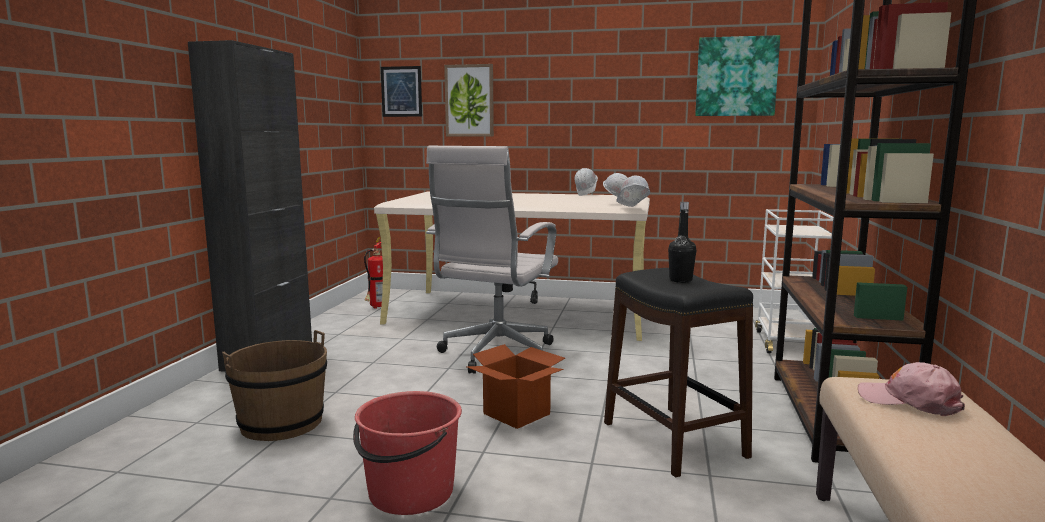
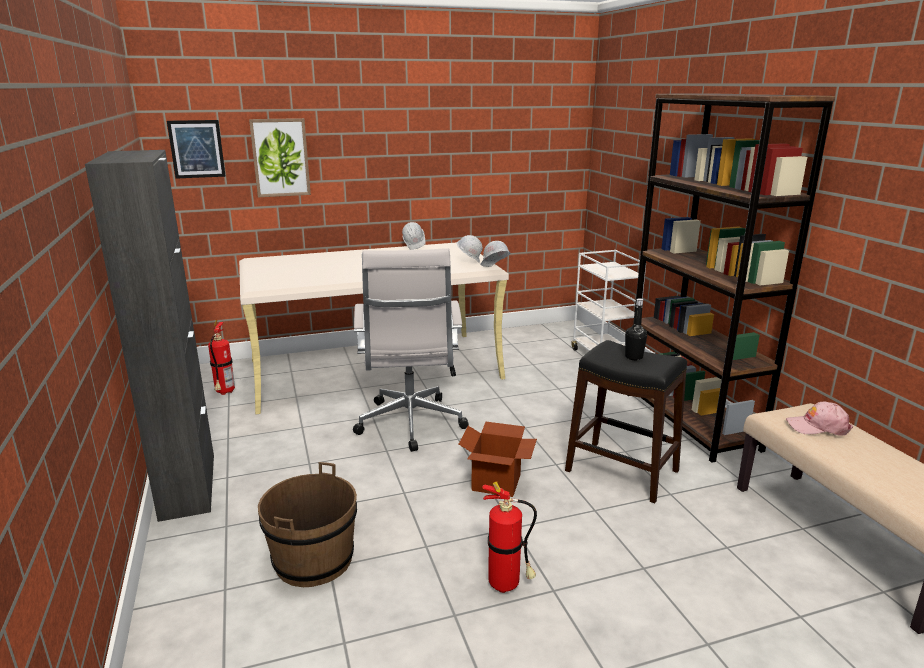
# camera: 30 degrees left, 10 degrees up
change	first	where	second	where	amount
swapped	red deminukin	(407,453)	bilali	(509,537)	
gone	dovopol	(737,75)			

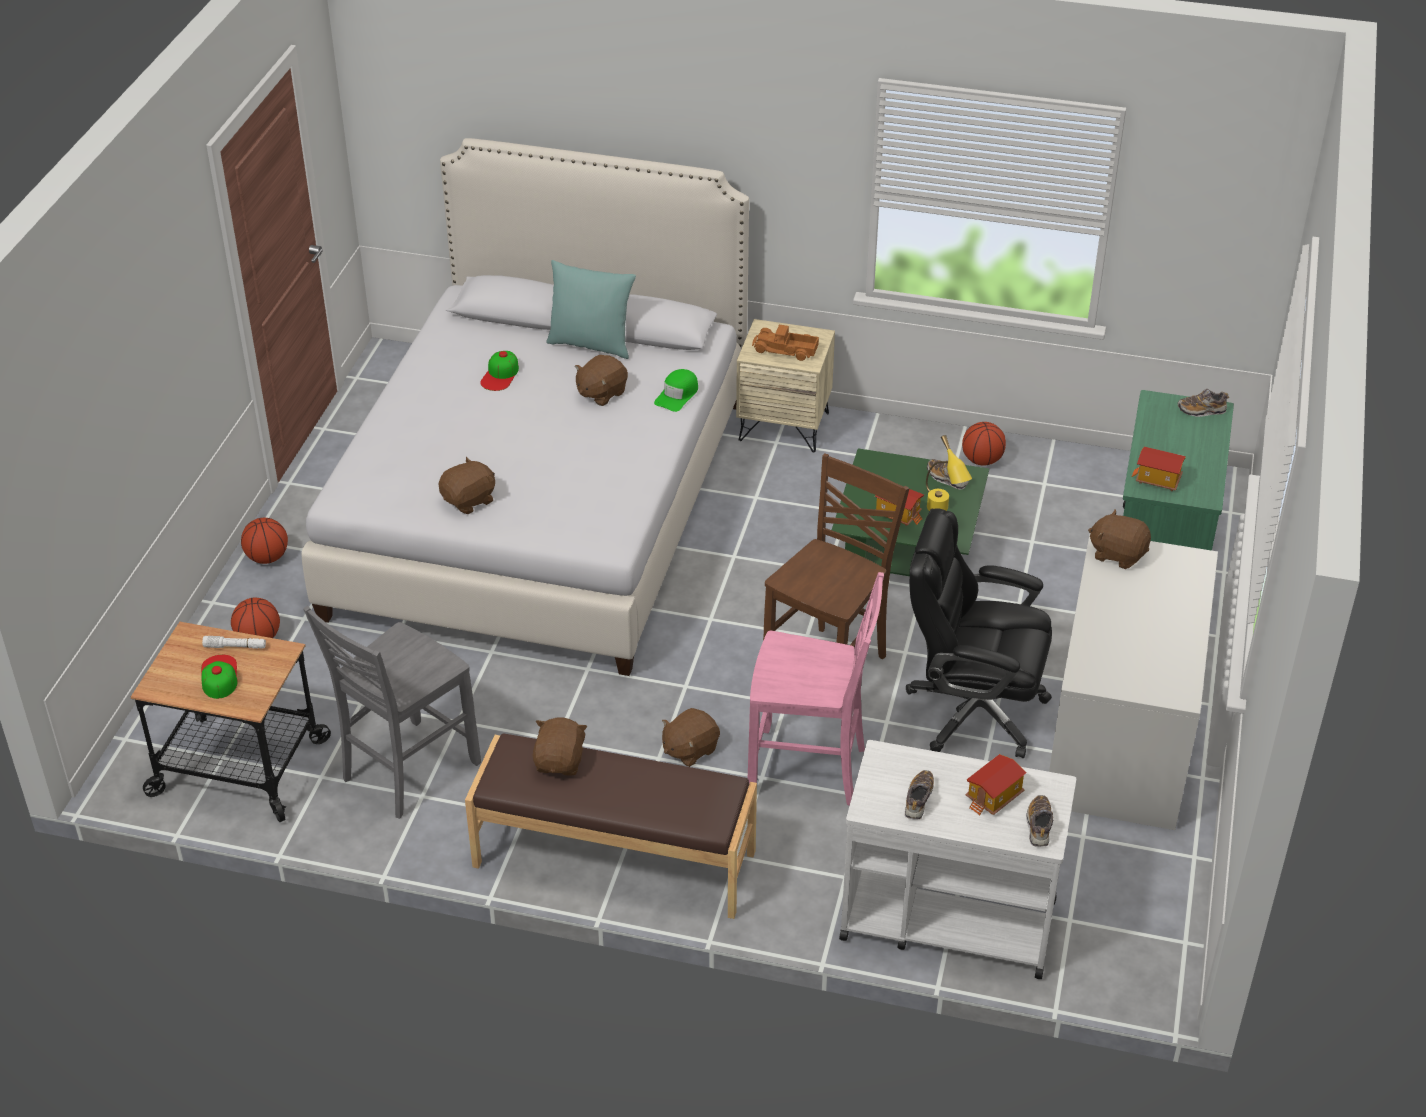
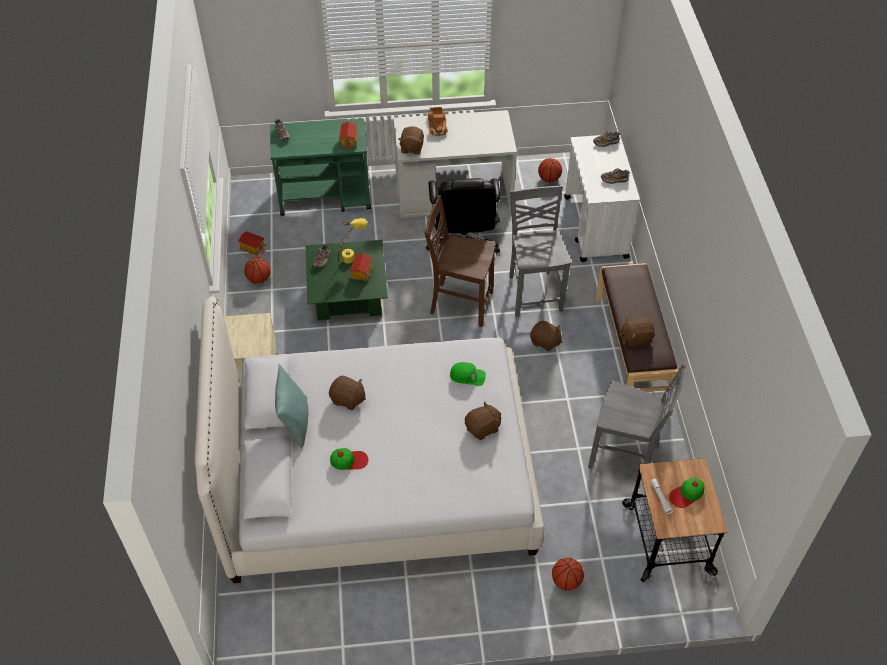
# camera: 110 degrees left, 10 degrees up
change	first	where	second	where	amount
shifted	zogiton	(264,541)		(550,170)	
rotated	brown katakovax	(467,485)		(483,420)	120 degrees clockwise
shifted	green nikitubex	(676,390)		(468,374)	
repainted	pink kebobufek	(816,689)	grey kebobufek	(540,251)	
shifted	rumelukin	(785,343)		(438,121)	
shifted	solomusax	(996,785)		(252,243)	

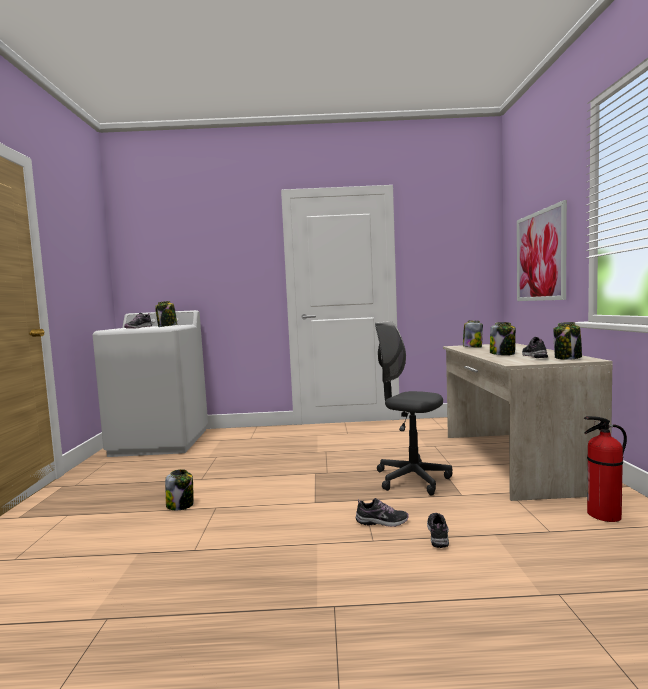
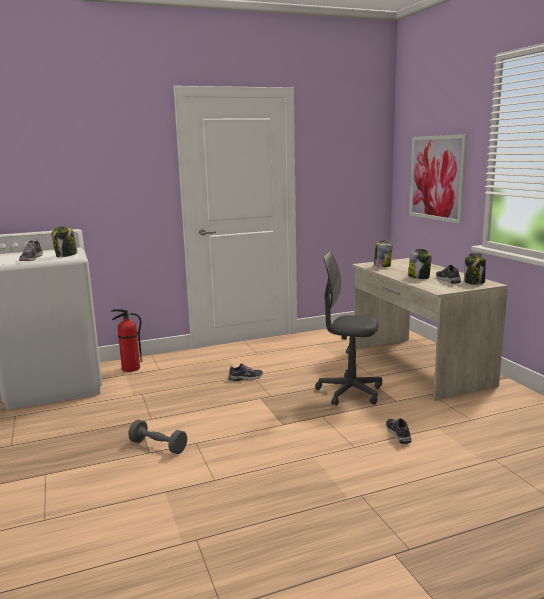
# camera: 20 degrees left, 10 degrees up
change	first	where	second	where	amount
swapped	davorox	(179,489)	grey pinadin	(157,437)	
shifted	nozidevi	(382,512)		(246,372)	
shifted	bilali	(605,469)		(126,340)	

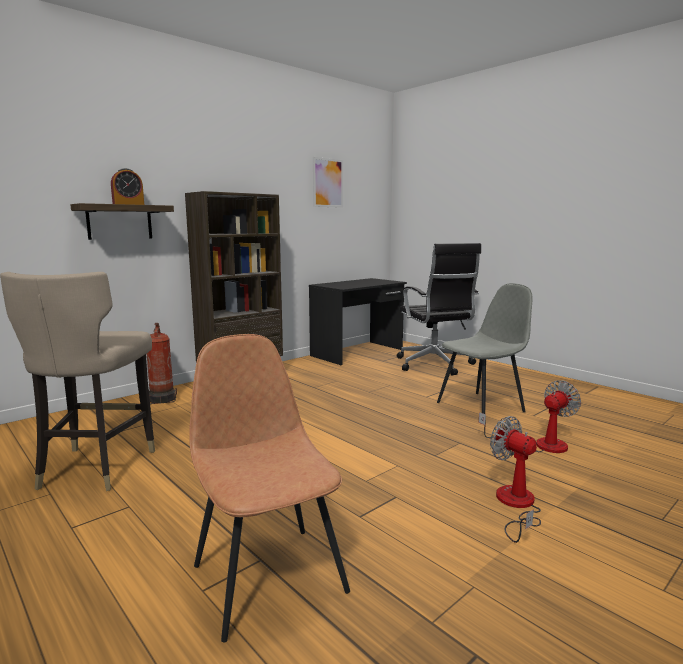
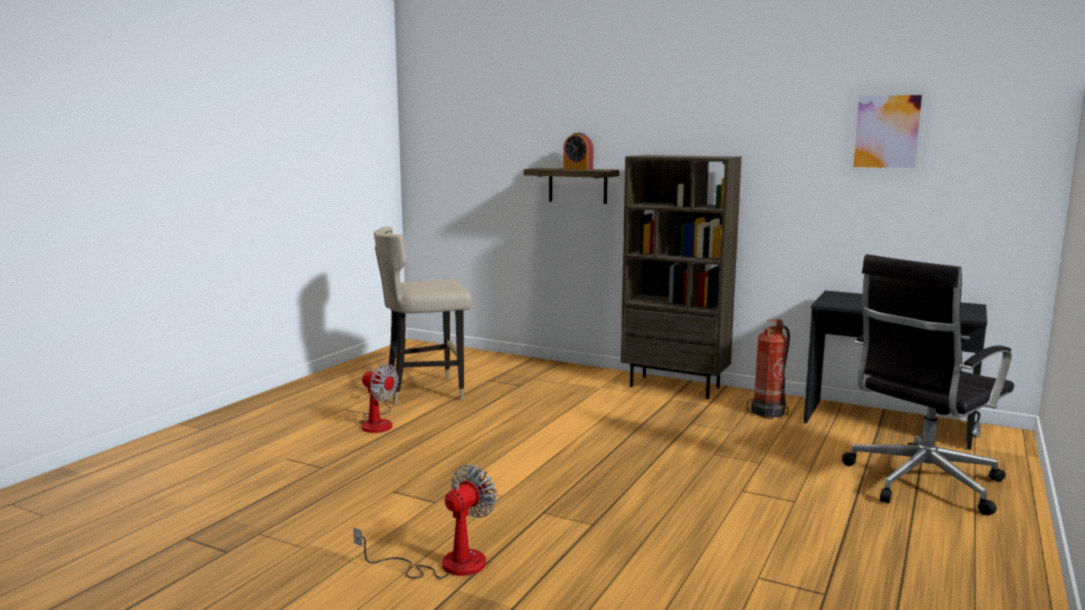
# camera: 70 degrees right, 0 degrees up
change	first	where	second	where	amount
shifted	bilali	(162,363)		(768,369)	
gone	brown kebobufek	(269,488)			
gone	grey kebobufek	(484,348)			
shifted	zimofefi	(530,416)		(379,398)	

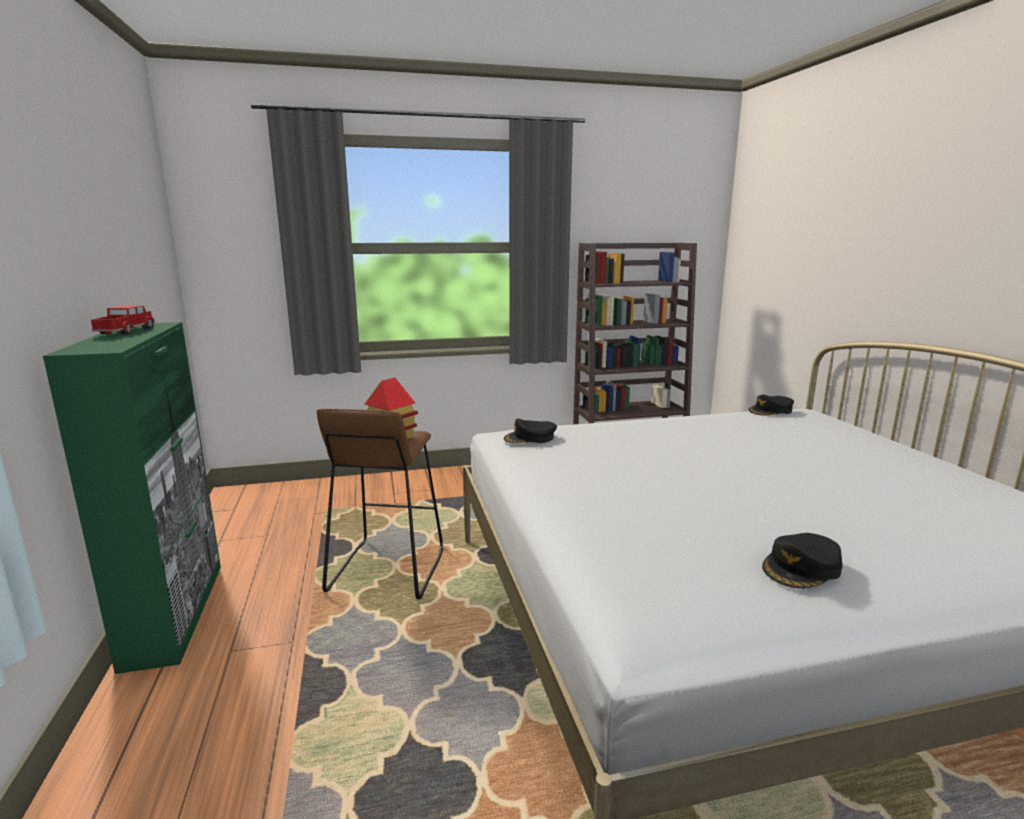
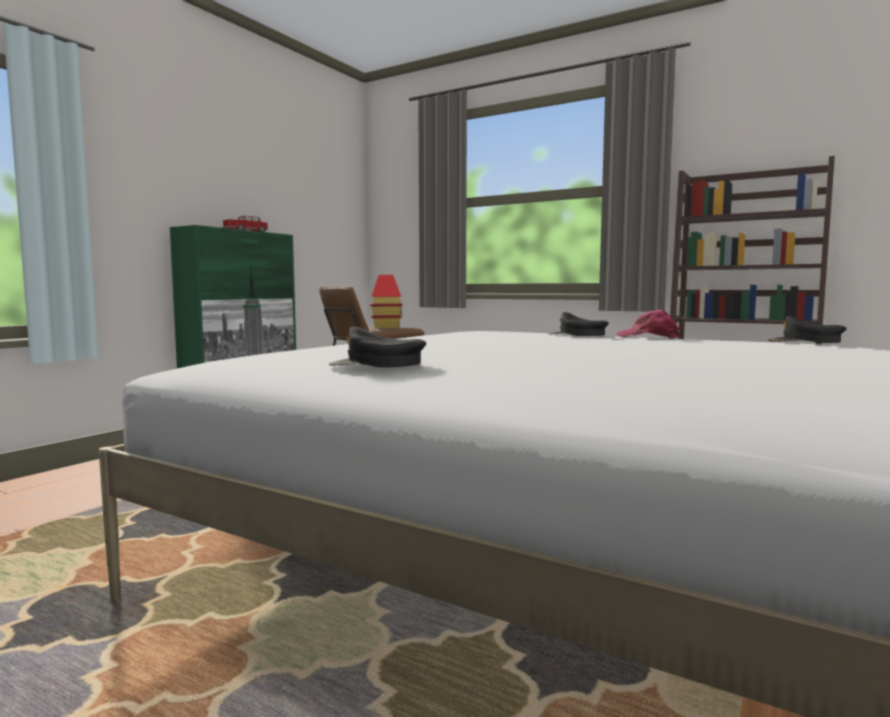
# camera: 45 degrees right, 10 degrees down
change	first	where	second	where	amount
shifted	black nikitubex	(530,431)		(579,324)	
new			pink nikitubex	(648,323)	

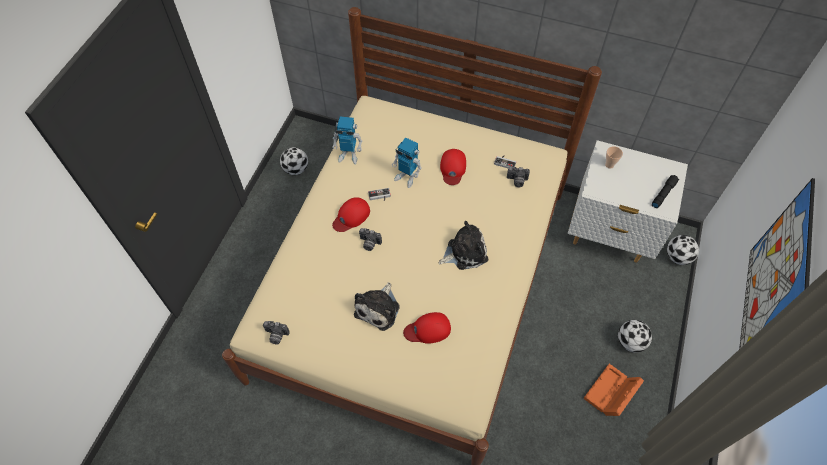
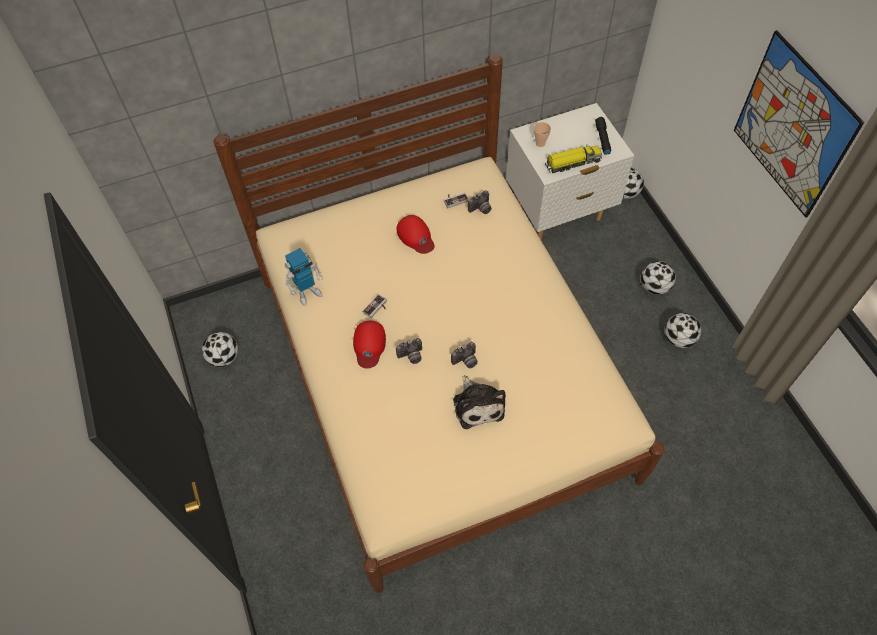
# camera: 40 degrees left, 0 degrees up
change	first	where	second	where	amount
shifted	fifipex	(276,332)		(464,355)	
gone	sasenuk	(407,163)			
gone	red nikitubex	(427,328)			
gone	katakovax	(463,245)			
swapped	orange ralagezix	(613,390)	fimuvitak	(683,330)	
new			rumelukin	(573,158)	

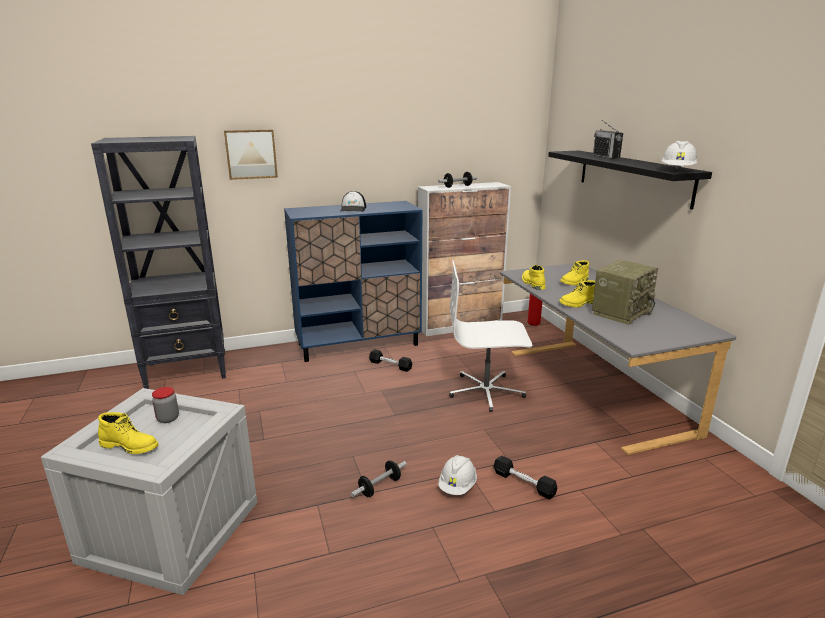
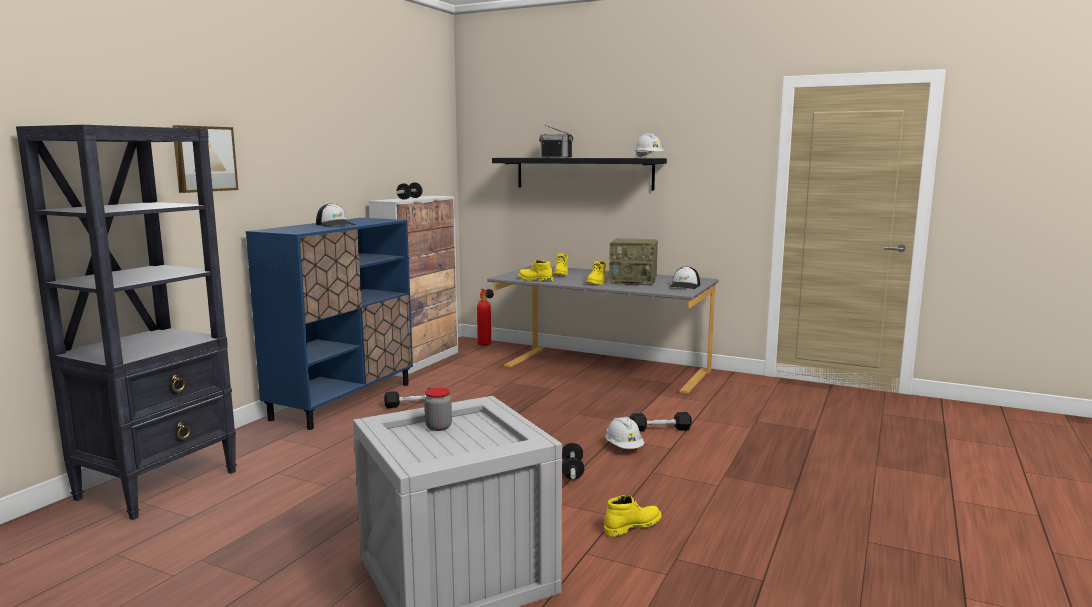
# camera: 45 degrees left, 10 degrees down
change	first	where	second	where	amount
shifted	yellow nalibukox	(128,433)		(633,516)	
gone	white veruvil	(490,336)			
rotated	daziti	(625,292)		(633,262)	105 degrees clockwise
new			nikitubex	(684,277)	

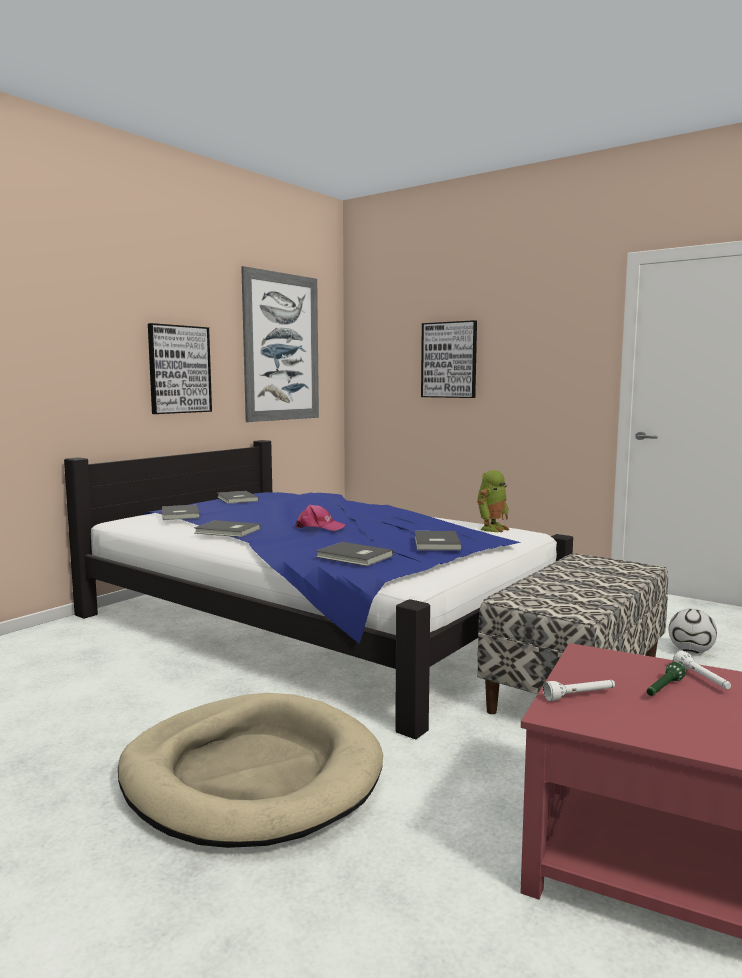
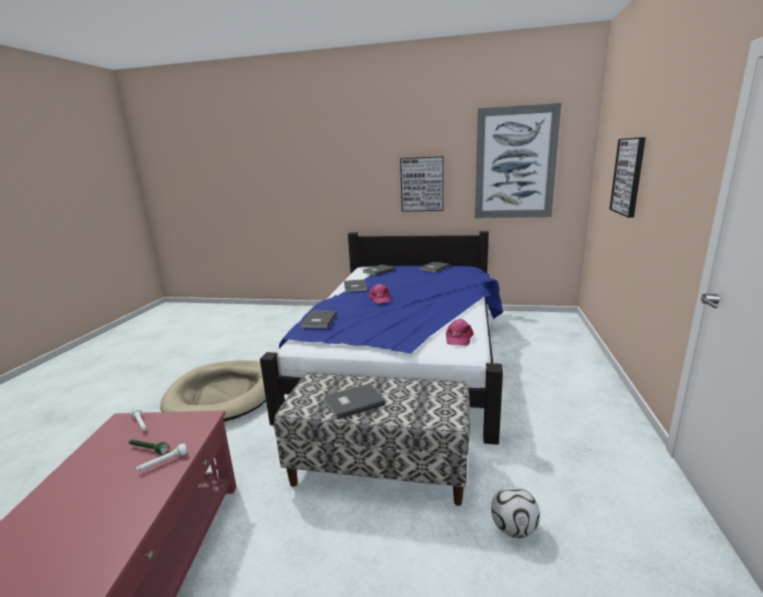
# camera: 65 degrees right, 10 degrees up
change	first	where	second	where	amount
shifted	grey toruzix	(438,540)		(355,401)	
swapped	sasenuk	(493,501)	pink nikitubex	(460,332)	

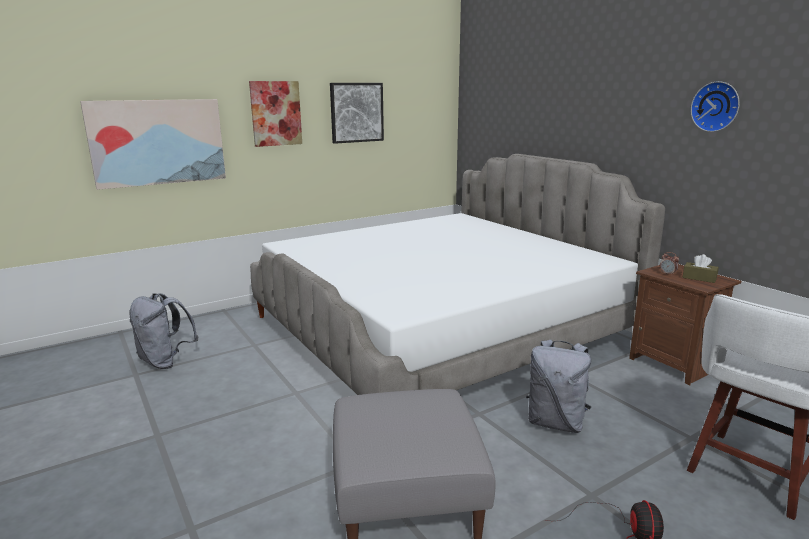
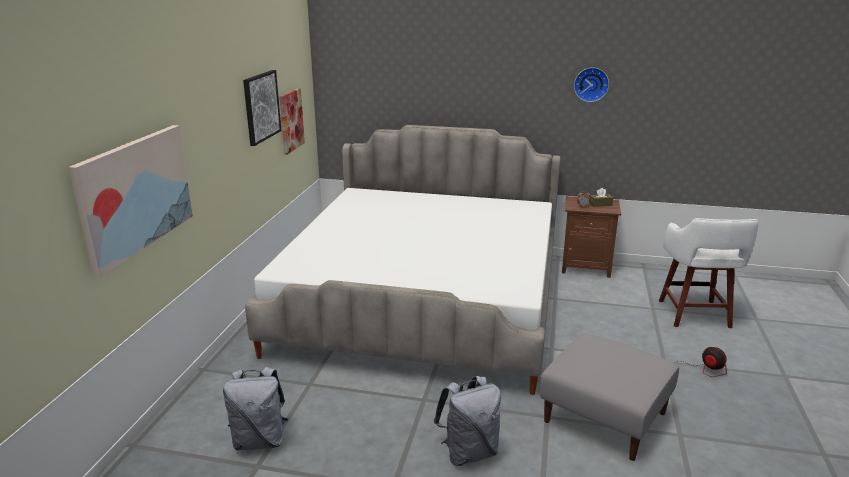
# camera: 45 degrees left, 5 degrees up
change	first	where	second	where	amount
shifted	dovopol	(275,114)		(292,121)	
shifted	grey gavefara	(559,386)		(467,421)	

